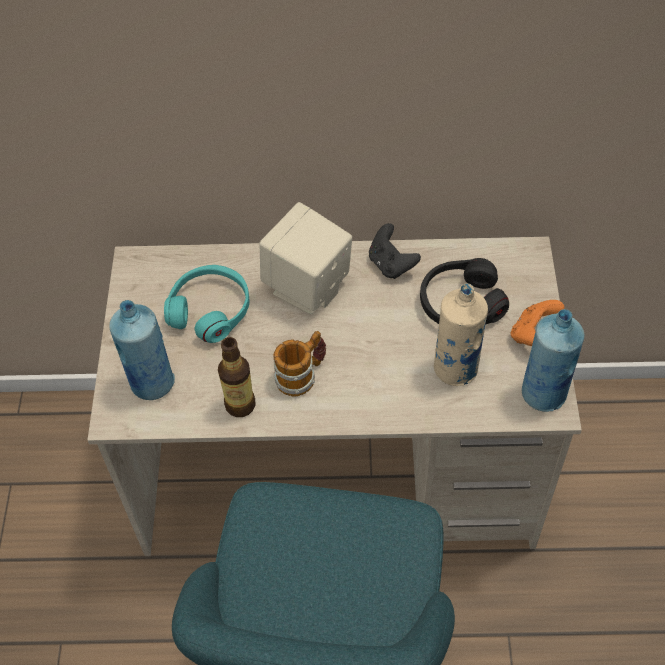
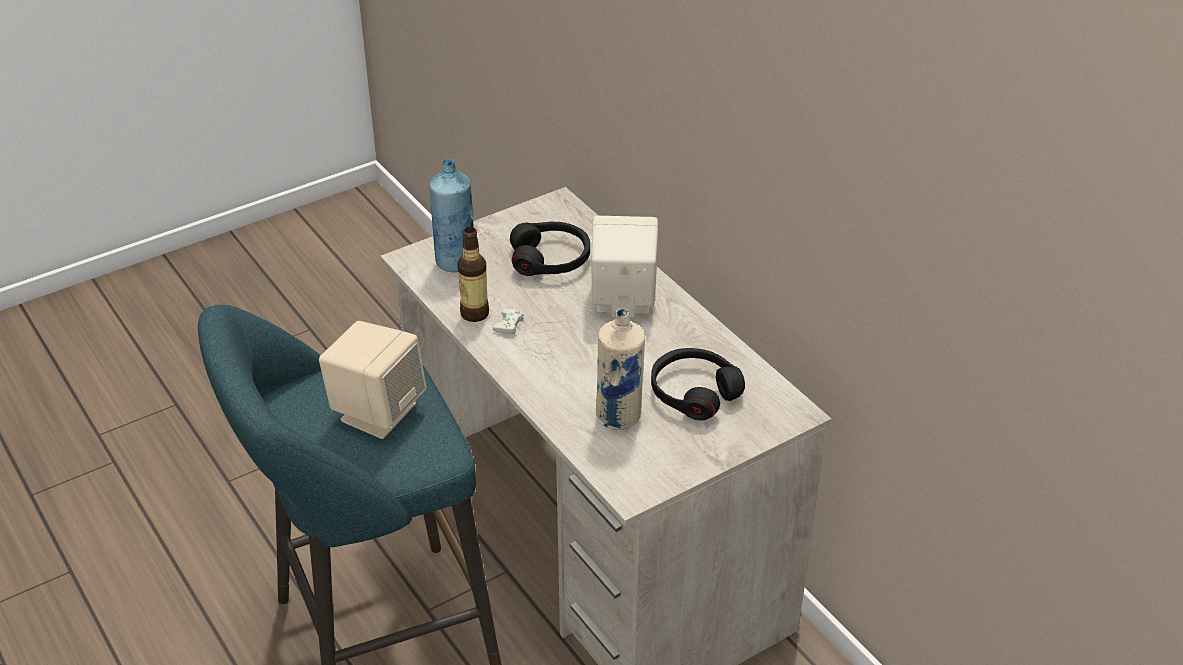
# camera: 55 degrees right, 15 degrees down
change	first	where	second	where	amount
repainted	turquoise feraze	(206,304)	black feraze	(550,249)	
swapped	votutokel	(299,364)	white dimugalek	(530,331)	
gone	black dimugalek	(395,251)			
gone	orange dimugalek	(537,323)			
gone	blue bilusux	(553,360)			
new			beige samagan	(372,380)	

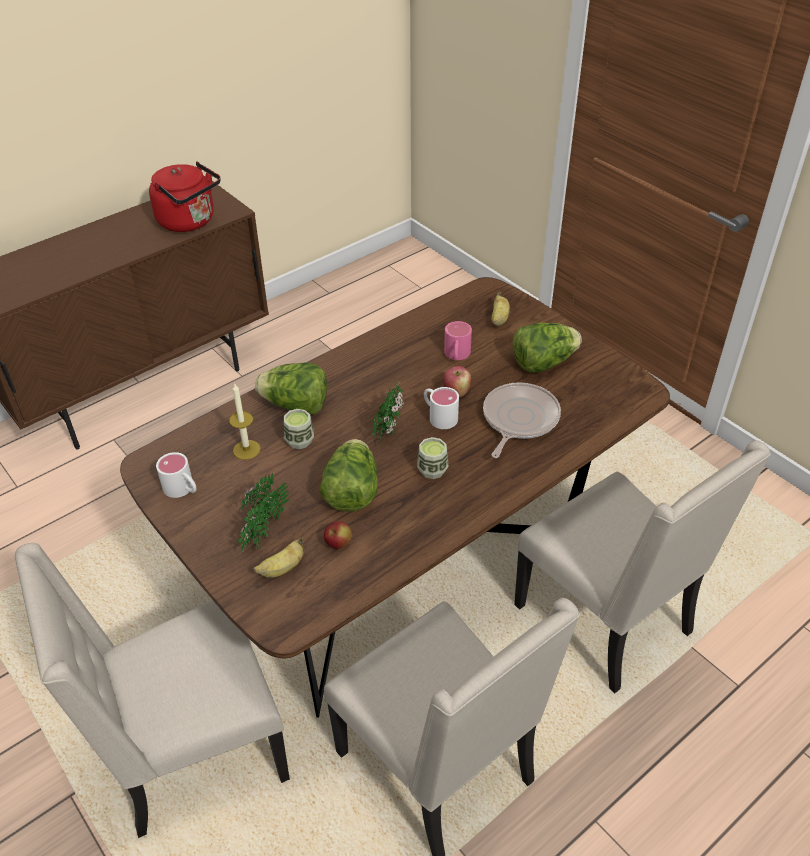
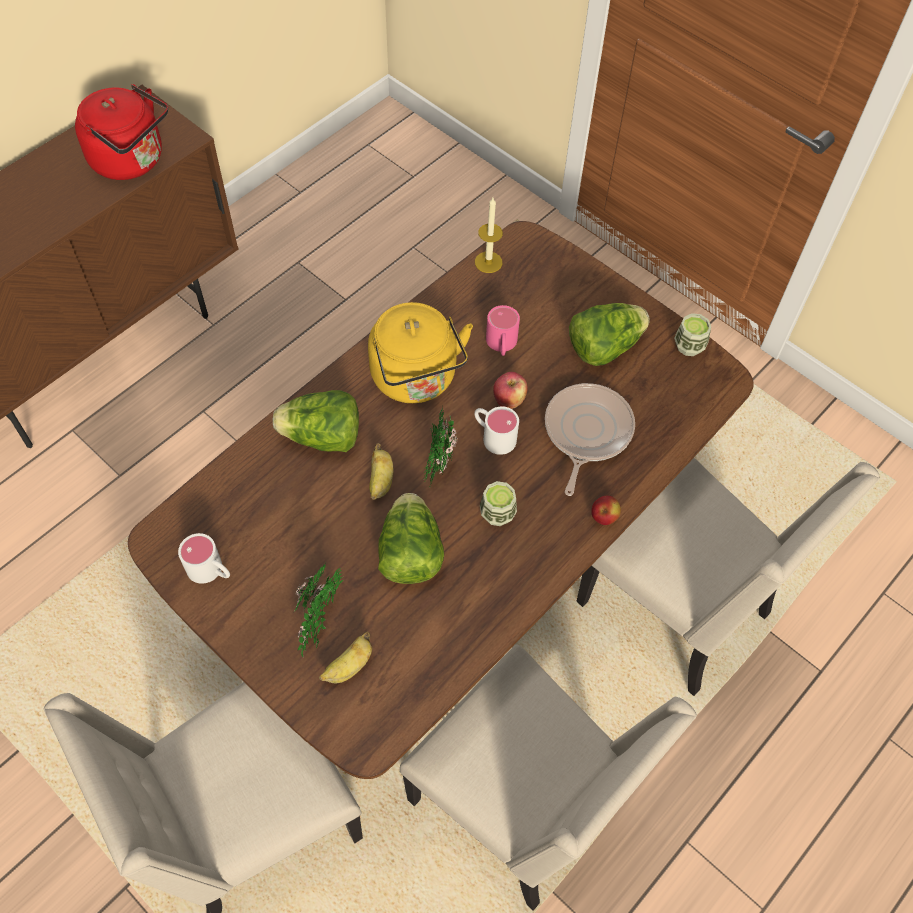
# camera: 10 degrees left, 15 degrees up
change	first	where	second	where	amount
shifted	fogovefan	(245,422)		(489,235)	
shifted	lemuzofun	(299,429)		(692,334)	
shifted	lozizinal	(338,535)		(606,510)	
shifted	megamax	(500,309)		(381,471)	
new			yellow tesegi	(420,352)	

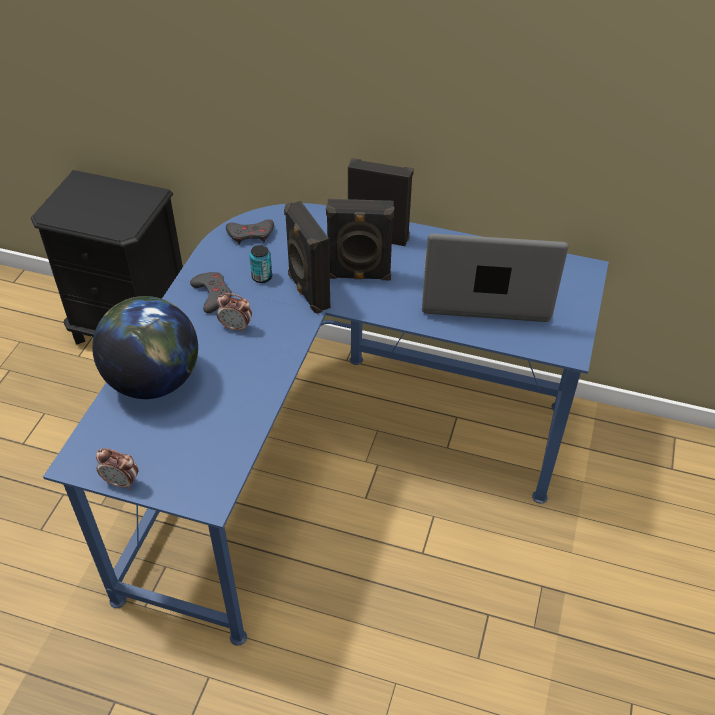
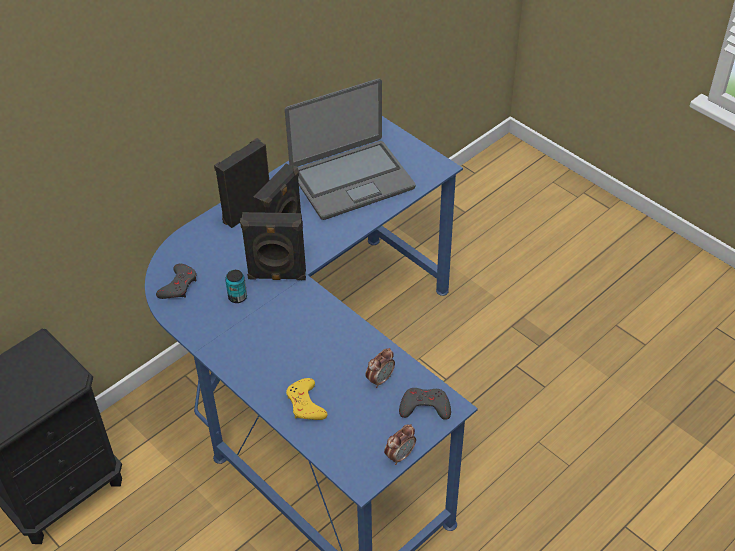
# camera: 60 degrees left, 0 degrees up
change	first	where	second	where	amount
swapped	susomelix	(145,347)	yellow dimugalek	(307,399)	
shifted	grey dimugalek	(211,293)		(425,404)	
shifted	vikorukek	(234,312)		(380,368)	
rotated	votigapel	(495,278)		(350,149)	150 degrees counterclockwise

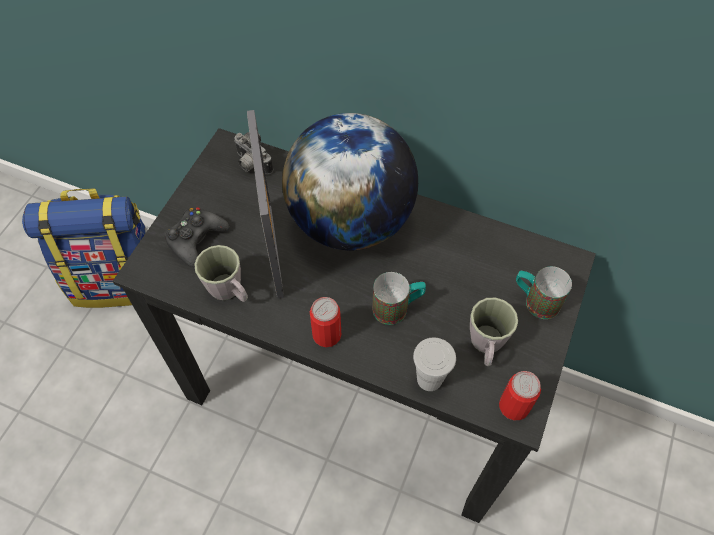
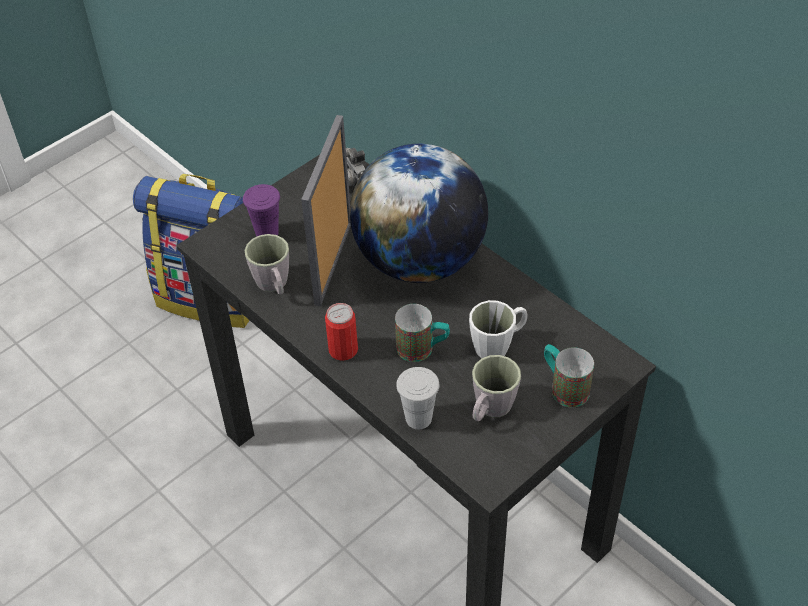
# camera: 25 degrees right, 10 degrees down
change	first	where	second	where	amount
swapped	black dimugalek	(197,237)	purple lemuzofun	(261,210)	
gone	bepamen	(520,395)			
new			white votutokel	(498,329)	

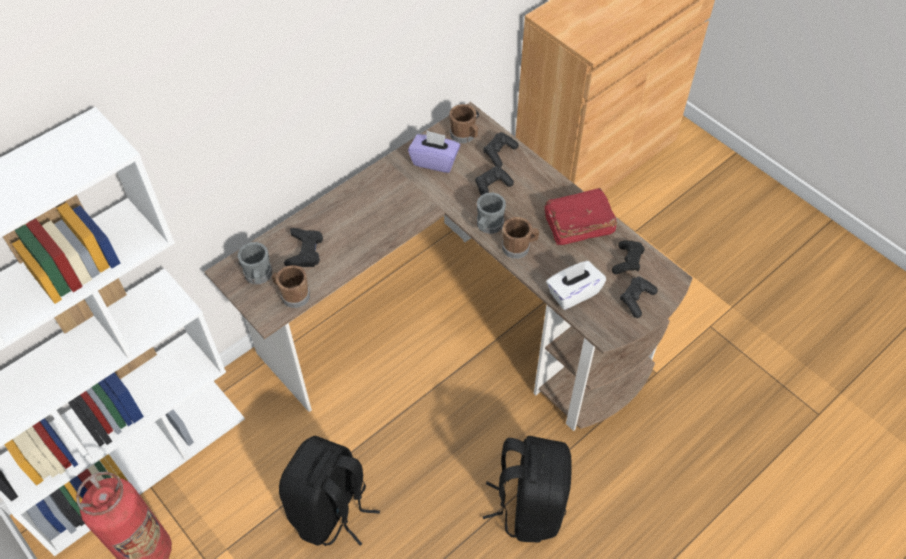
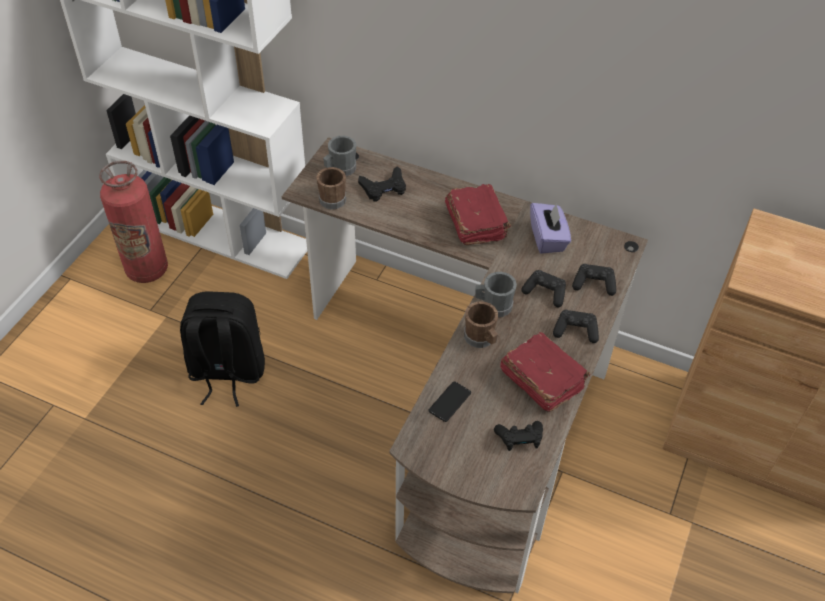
# camera: 65 degrees right, 5 degrees down
change	first	where	second	where	amount
gone	brown votutokel	(464,123)			
gone	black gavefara	(527,489)			
swapped	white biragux	(576,285)	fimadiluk	(449,402)	
shifted	black dimugalek	(639,297)		(576,326)	
new			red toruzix	(478,214)	

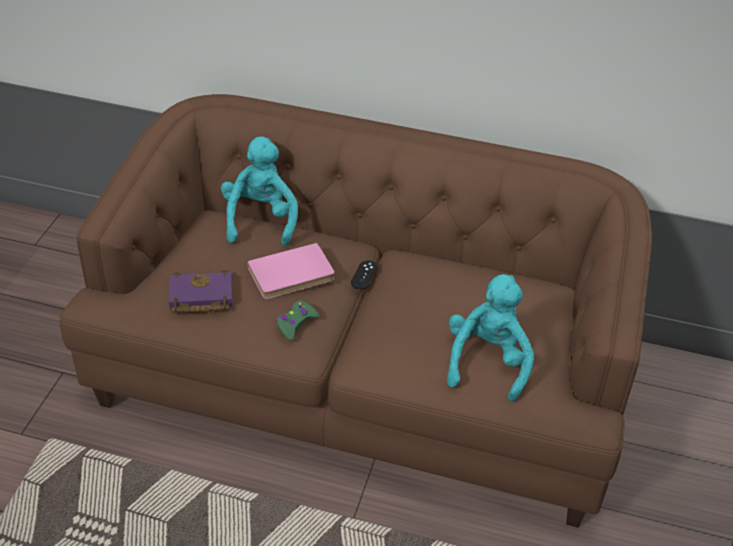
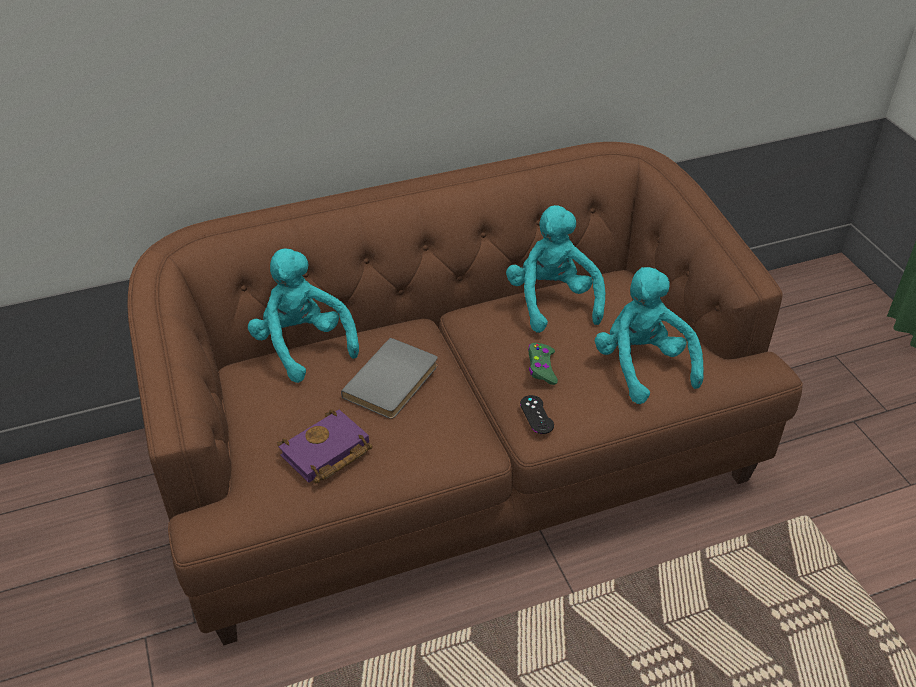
# camera: 35 degrees left, 0 degrees up
change	first	where	second	where	amount
repainted	pink toruzix	(291,271)	grey toruzix	(389,378)	
shifted	green dimugalek	(297,320)		(543,364)	
shifted	black dimugalek	(364,275)		(537,414)	
new			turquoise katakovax	(556,269)	

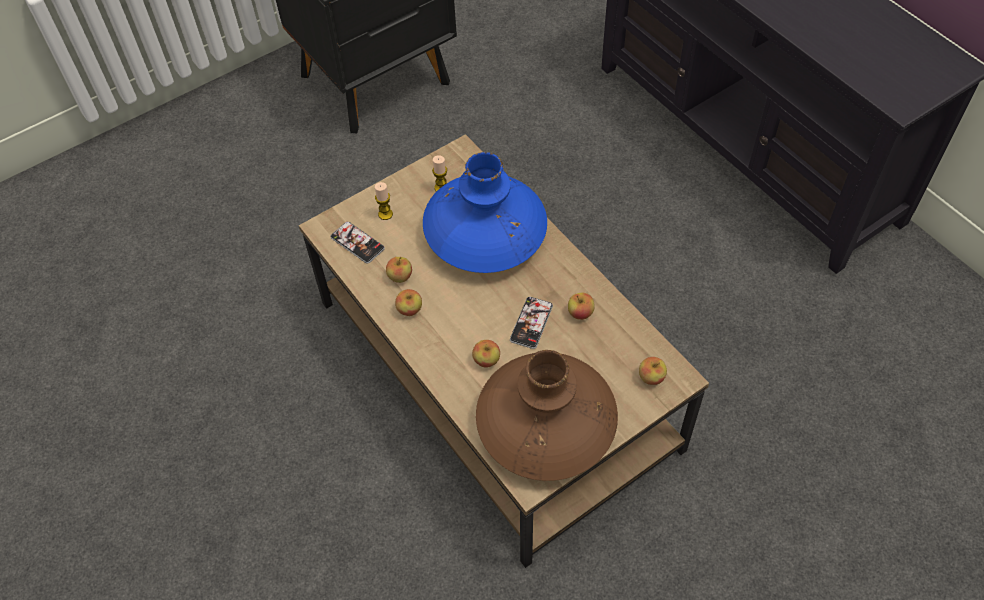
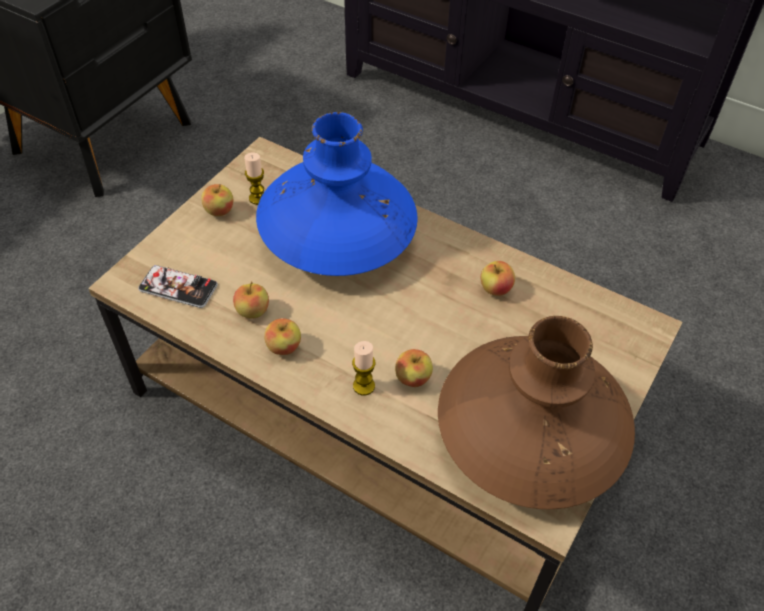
# camera: 25 degrees left, 5 degrees down
change	first	where	second	where	amount
shifted	fogovefan	(384,201)		(363,368)	
gone	fimadiluk	(531,323)			
shifted	lozizinal	(653,371)		(217,200)	

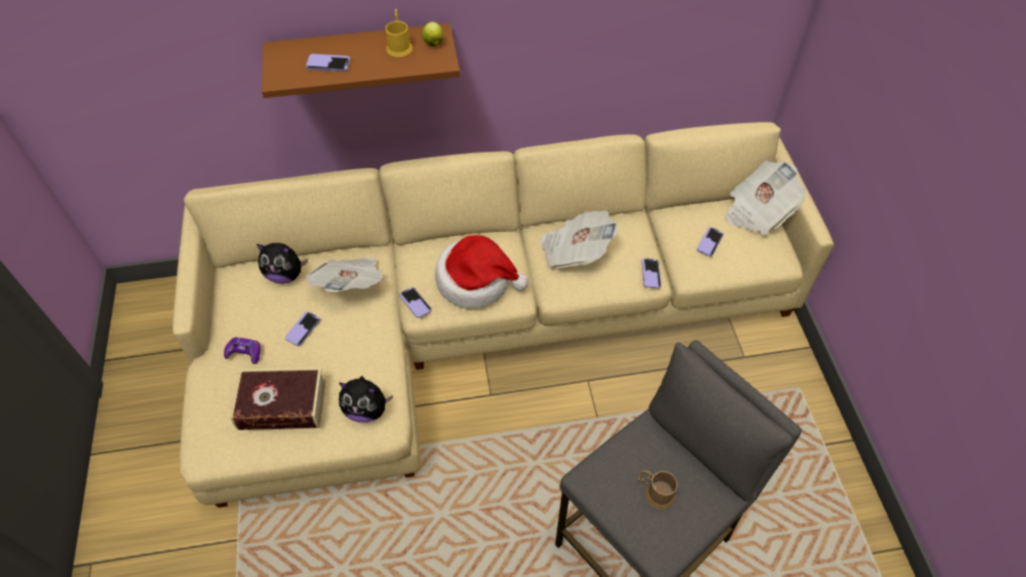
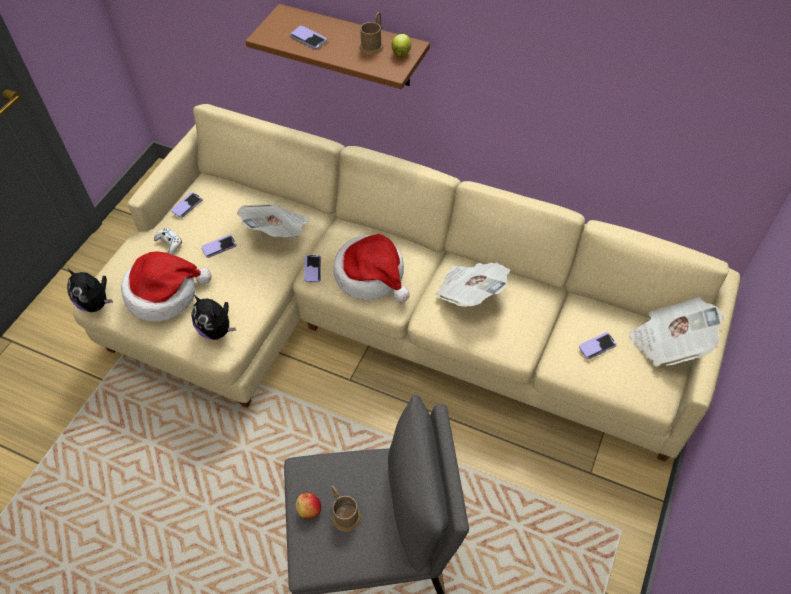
# camera: 35 degrees right, 0 degrees up
change	first	where	second	where	amount
repainted	purple dimugalek	(242,350)	white dimugalek	(168,241)	
swapped	toruzix	(278,398)	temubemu	(166,286)	
shifted	katakovax	(282,263)		(90,290)	
repainted	yellow votutokel	(399,33)	brown votutokel	(371,33)	
shifted	fimadiluk	(651,273)		(186,205)	
new			lozizinal	(308,506)	

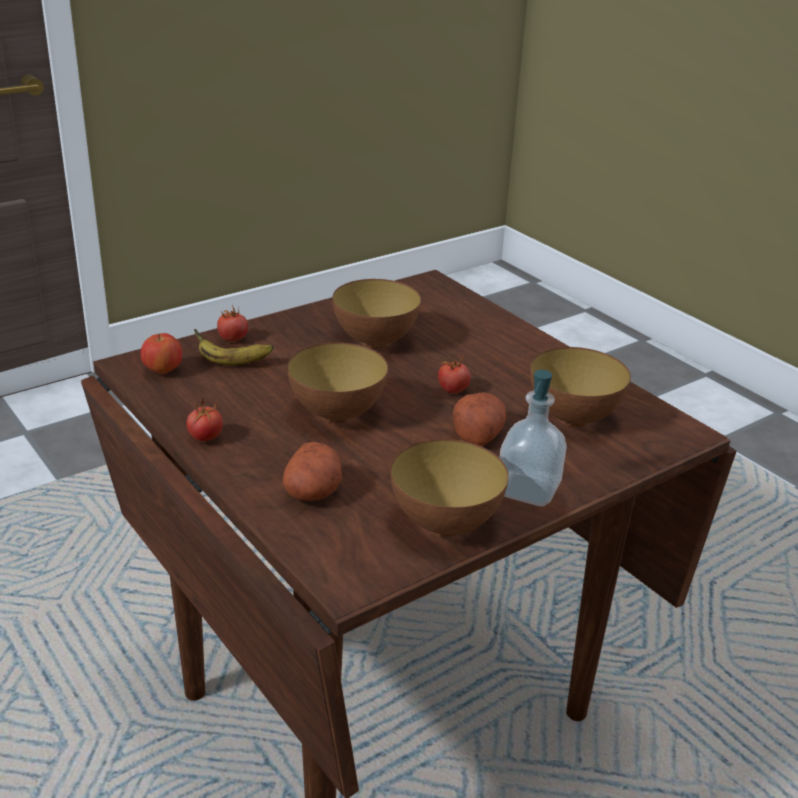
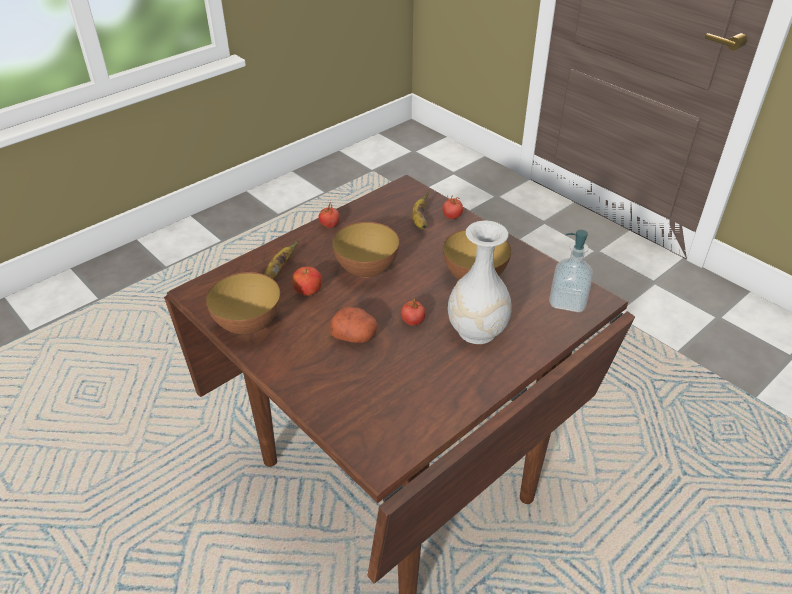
# camera: 85 degrees right, 10 degrees up
change	first	where	second	where	amount
shifted	lozizinal	(161,353)		(307,281)	
swapped	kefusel	(312,471)	megamax	(281,259)	
shifted	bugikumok	(533,438)		(571,271)	
gone	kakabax	(580,387)			
new			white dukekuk	(480,282)	

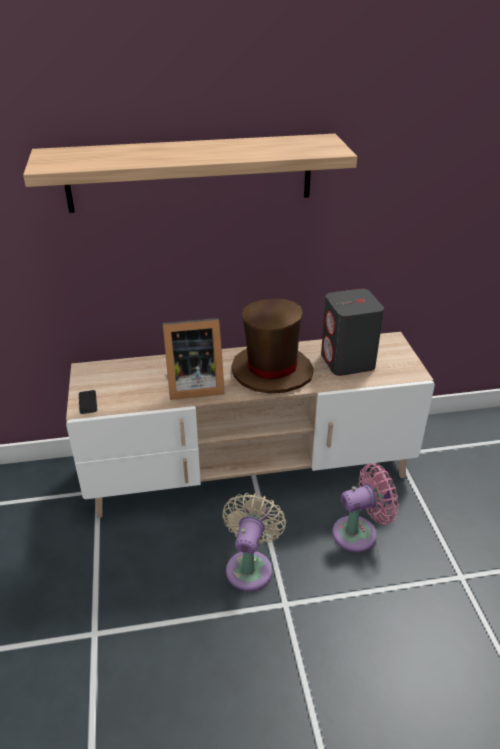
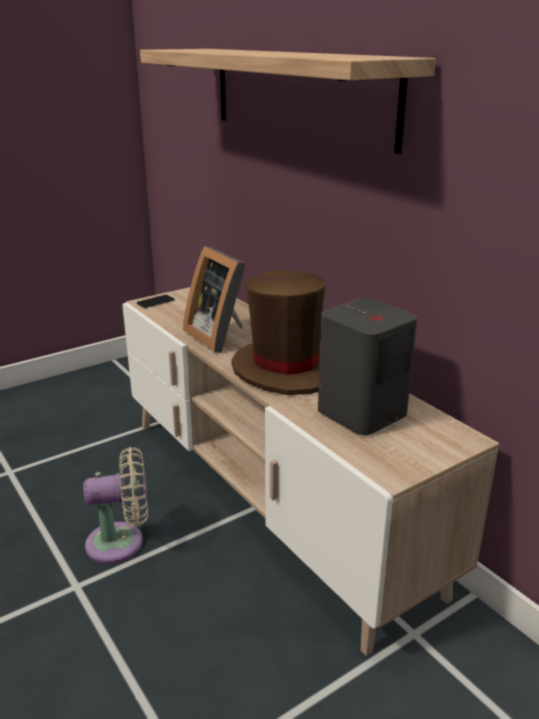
# camera: 65 degrees right, 10 degrees down
change	first	where	second	where	amount
gone	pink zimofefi	(365,507)			

